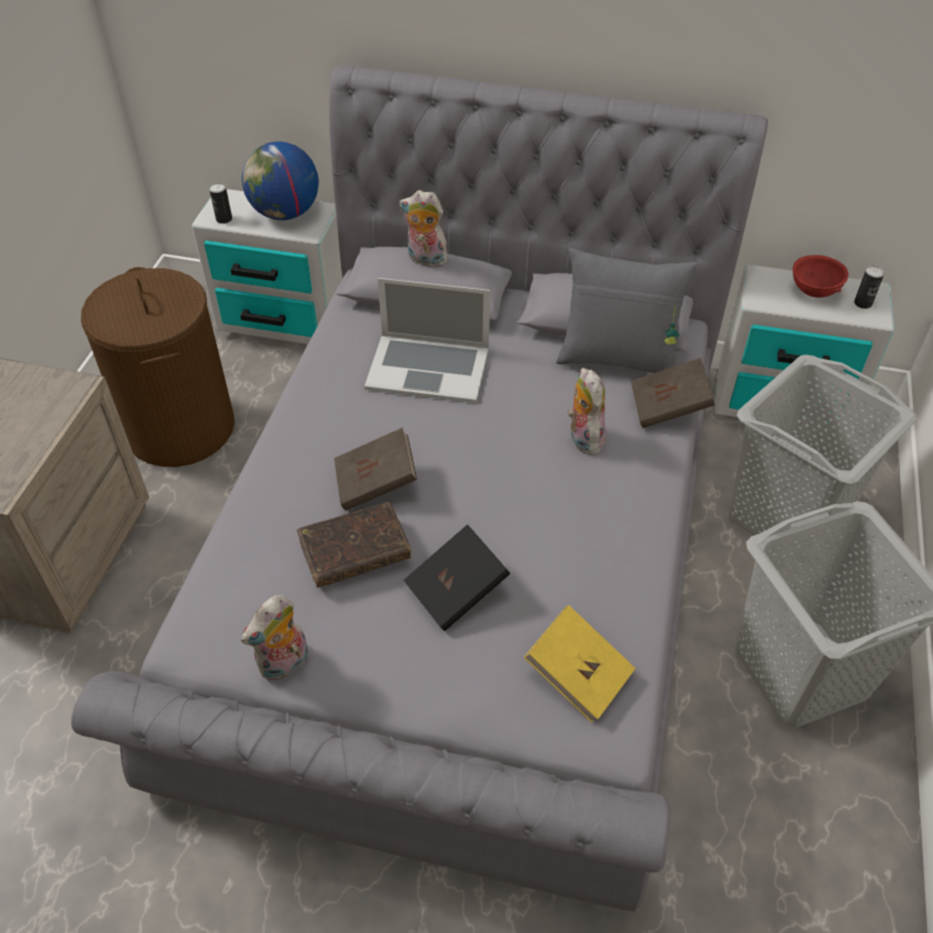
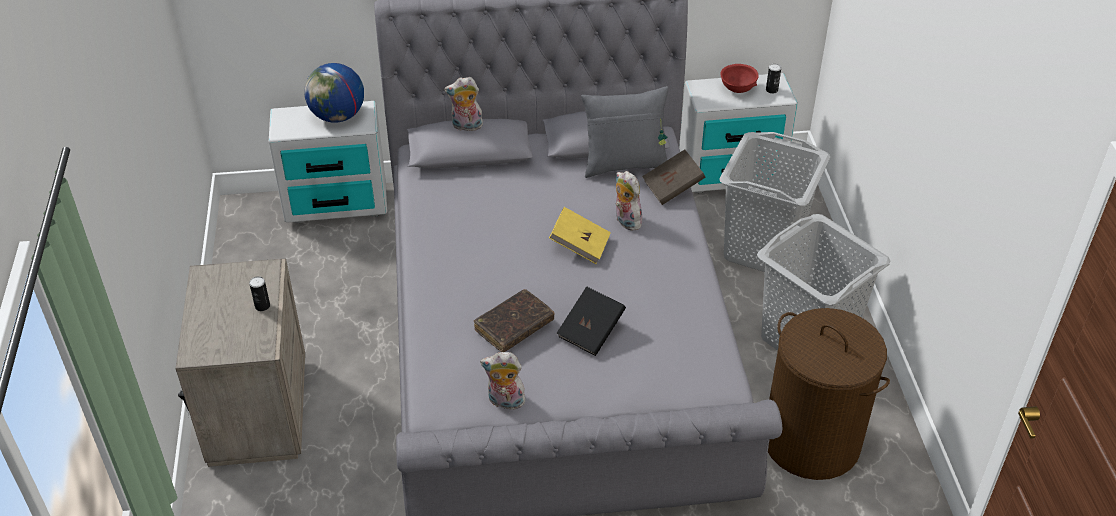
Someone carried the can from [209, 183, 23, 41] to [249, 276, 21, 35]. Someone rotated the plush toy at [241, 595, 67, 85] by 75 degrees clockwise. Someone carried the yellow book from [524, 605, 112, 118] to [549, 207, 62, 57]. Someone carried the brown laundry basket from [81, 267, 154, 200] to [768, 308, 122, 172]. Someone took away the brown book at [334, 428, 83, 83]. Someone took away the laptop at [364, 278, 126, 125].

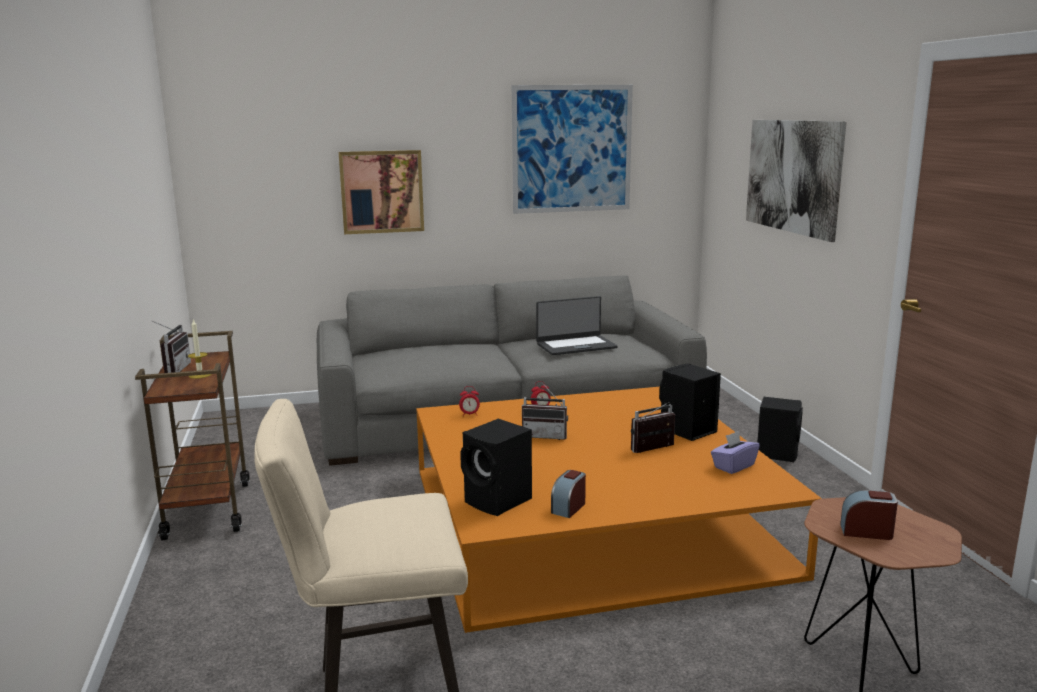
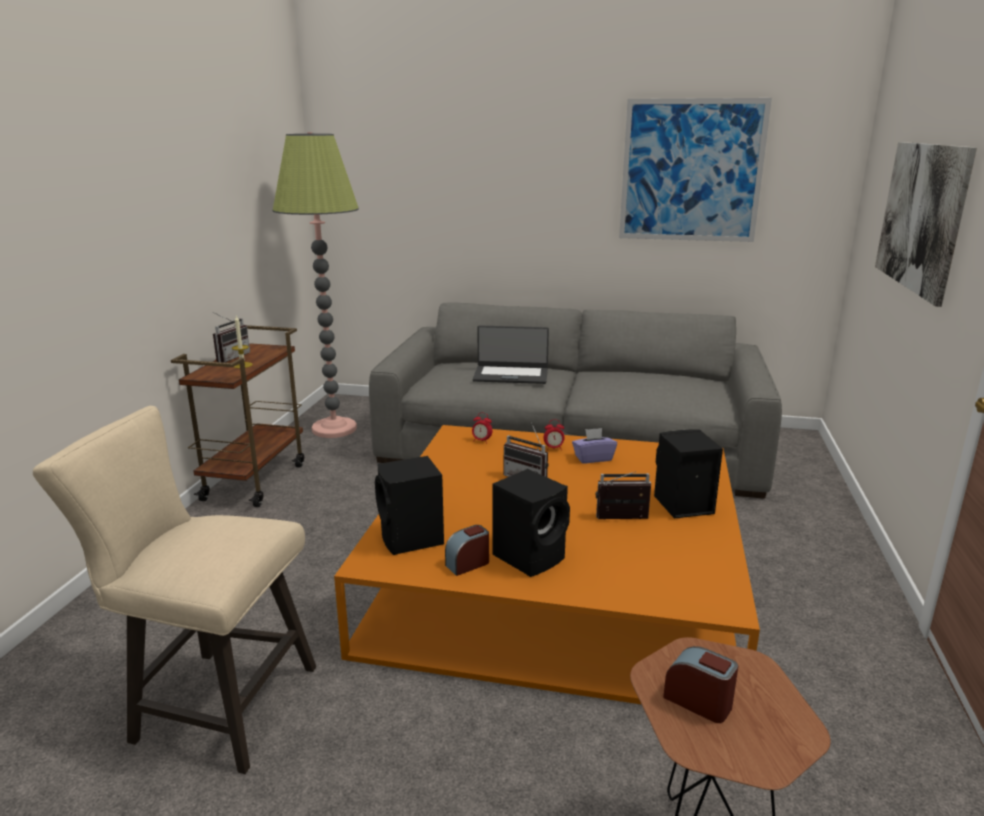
Someone put down the floor lamp at [273, 132, 86, 306]. Someone carried the laptop from [536, 296, 82, 59] to [473, 325, 76, 59]. Someone carried the black speaker from [757, 397, 46, 65] to [492, 469, 78, 108]. Someone carried the purple tissue box from [711, 431, 49, 43] to [572, 428, 45, 35]. Someone took away the picture at [339, 150, 85, 84].

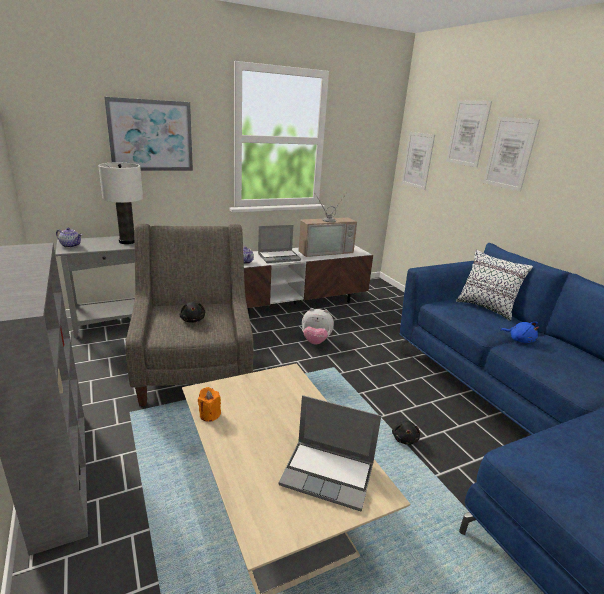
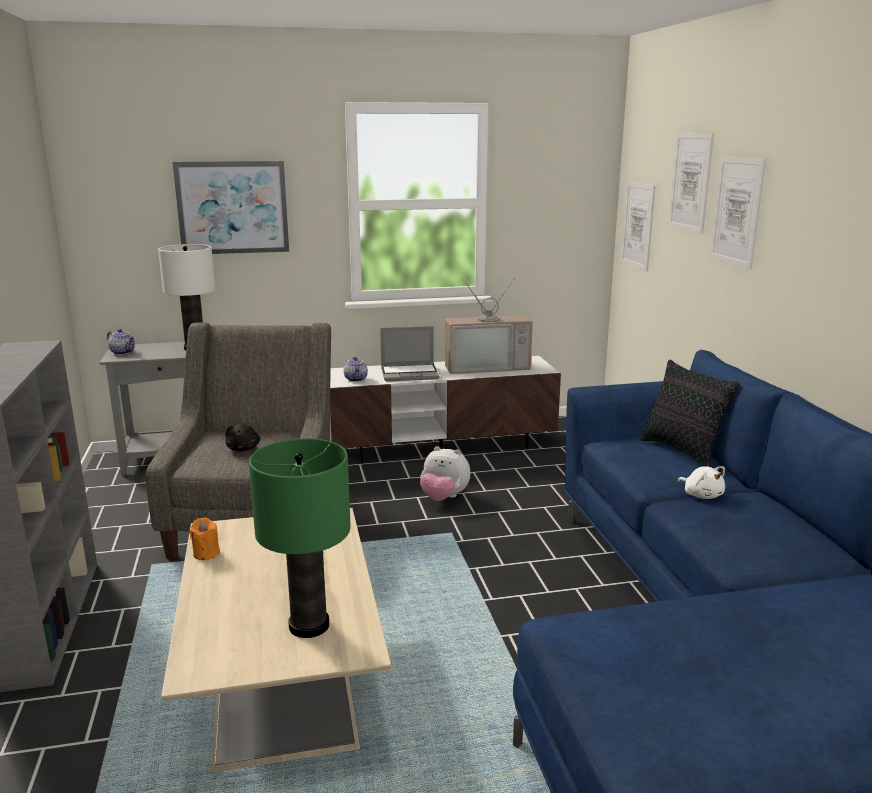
Someone swapped the laptop at [278, 395, 103, 116] for the green table lamp at [249, 438, 102, 200]. Someone repainted the white pillow at [456, 250, 77, 71], which became the black pillow at [640, 360, 100, 107]. Someone repainted the blue plush toy at [500, 322, 39, 21], which became the white plush toy at [678, 466, 47, 33]. Someone took away the black plush toy at [392, 420, 28, 25].

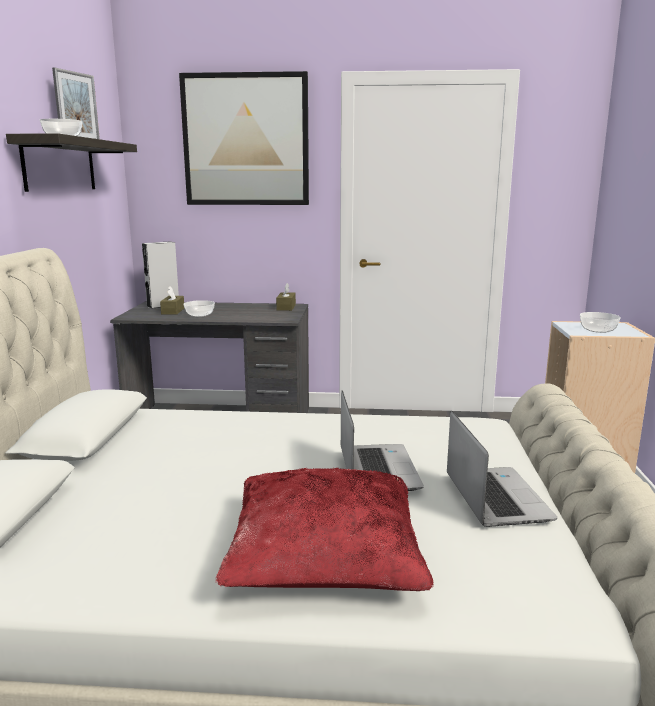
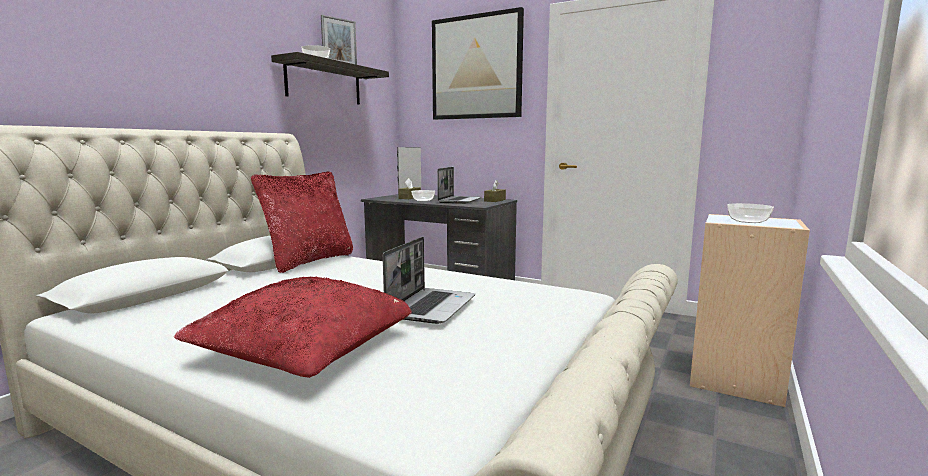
Someone put down the red pillow at [251, 172, 102, 101]. Someone carried the laptop from [447, 411, 110, 116] to [437, 167, 45, 37].

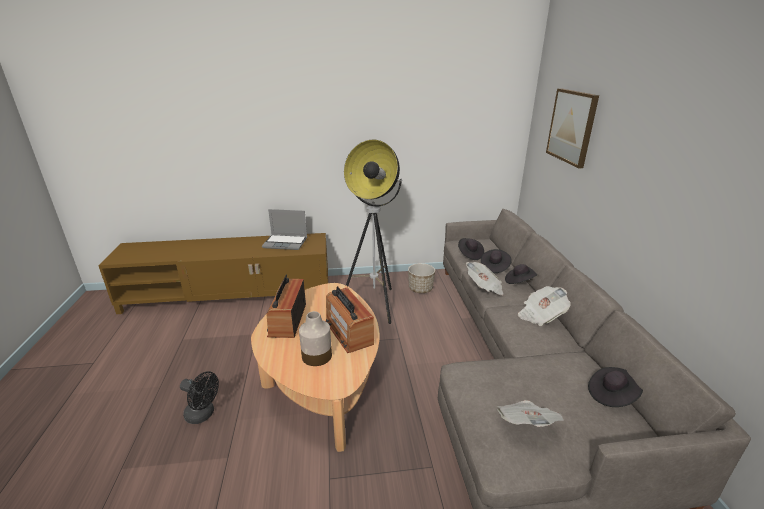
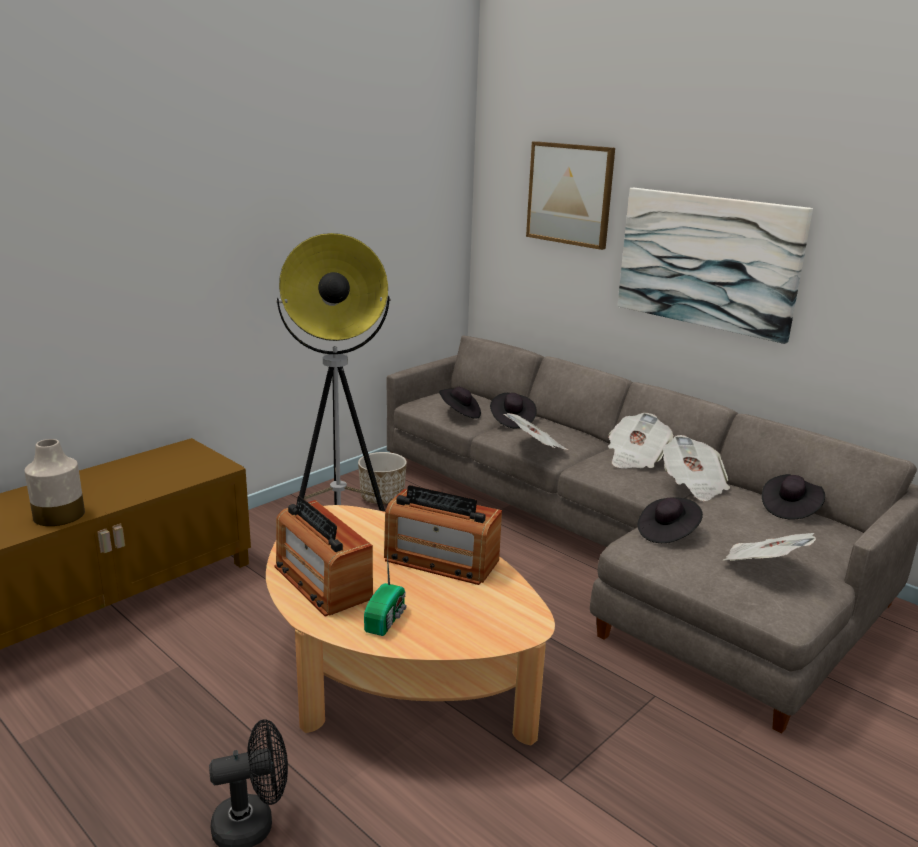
Someone carried the beige vase from [299, 311, 33, 55] to [24, 439, 61, 87]. Someone put down the radio at [364, 554, 42, 82]. Someone put up the picture at [617, 188, 196, 156]. Someone carried the black hat from [505, 264, 33, 20] to [638, 497, 65, 46]. Someone put down the newspaper at [663, 435, 67, 66]. Someone took away the laptop at [262, 209, 45, 41].

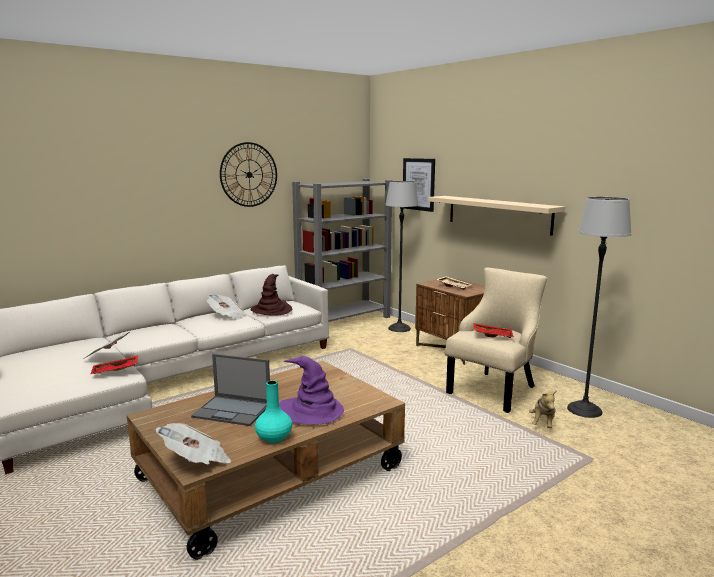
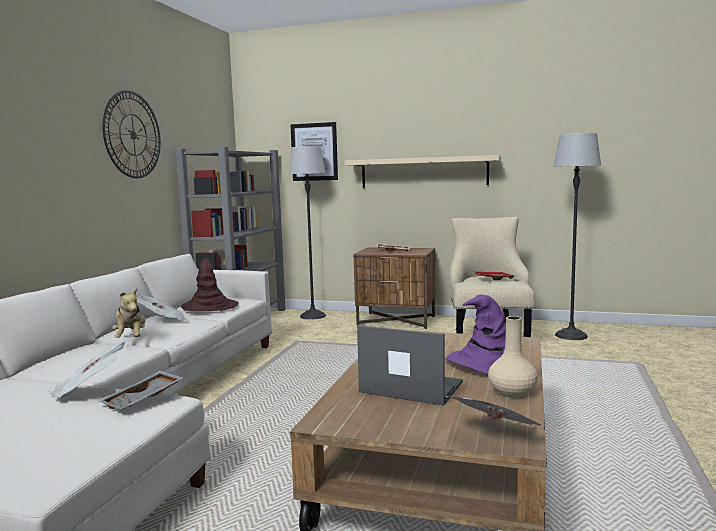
Someone repainted the red tray at [90, 356, 48, 18], which became the grey tray at [99, 371, 85, 38]. Someone carried the plush toy from [529, 391, 27, 37] to [112, 288, 34, 50]. Someone rotated the laptop at [191, 354, 79, 72] by 135 degrees counterclockwise. Someone repainted the turquoise vase at [255, 380, 37, 63], which became the beige vase at [488, 316, 50, 82].

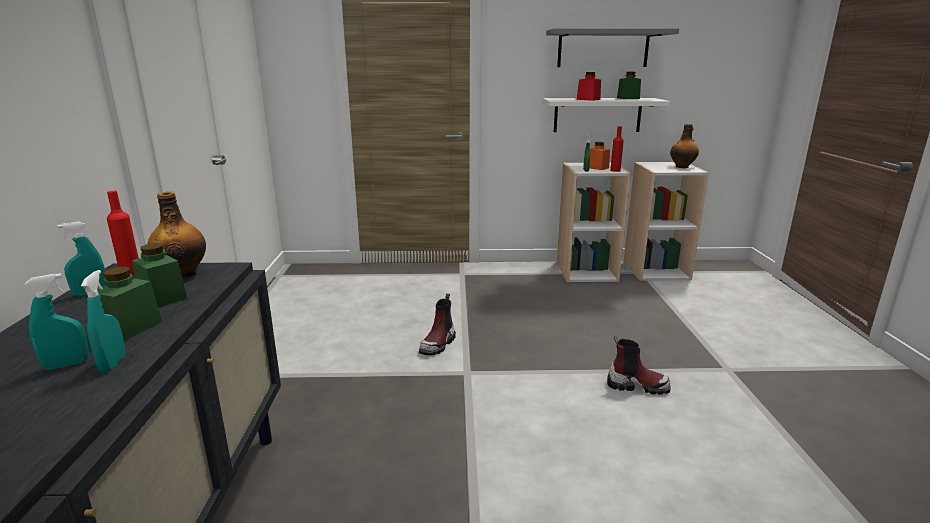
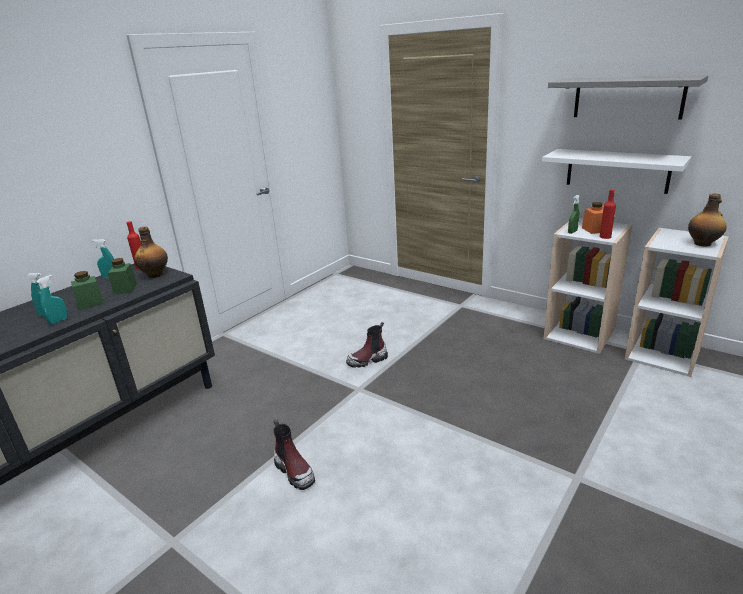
Someone carried the boot from [607, 336, 64, 59] to [273, 419, 42, 71]. Someone took away the red jar at [577, 72, 24, 29]. Someone took away the green jar at [617, 72, 24, 27].

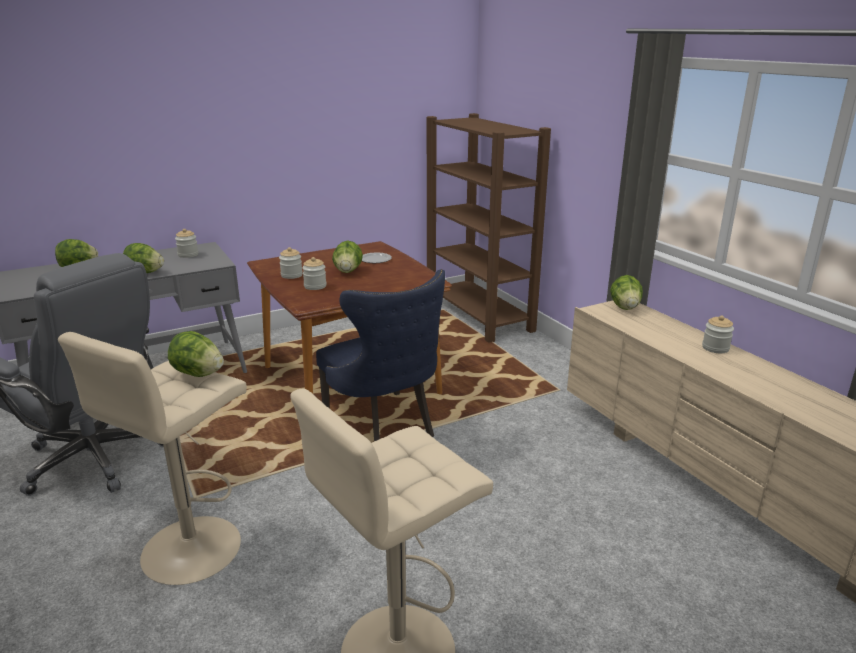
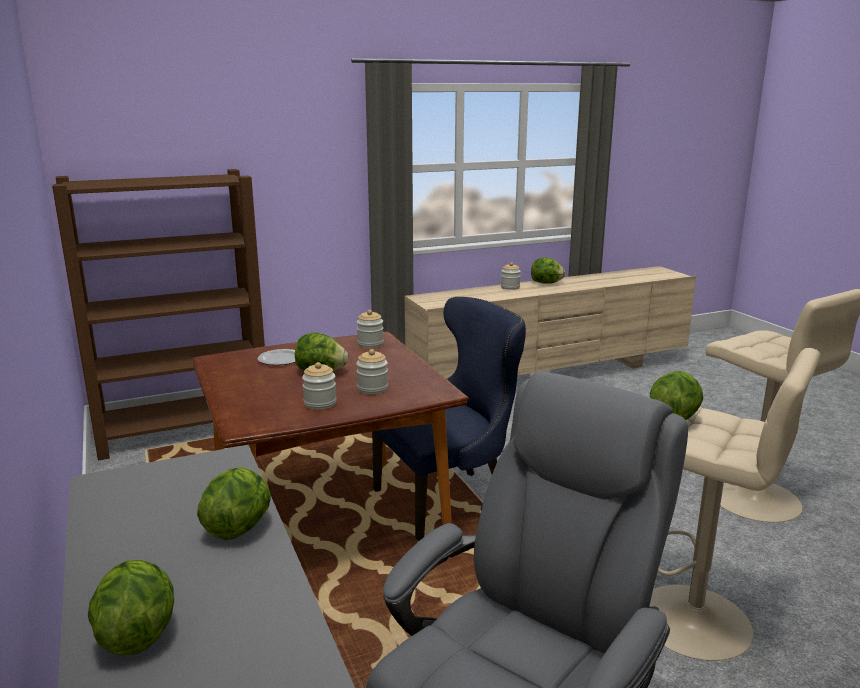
Someone carried the jar from [175, 229, 23, 29] to [357, 310, 27, 38]. Someone carried the lettuce from [610, 275, 33, 35] to [531, 257, 34, 27].

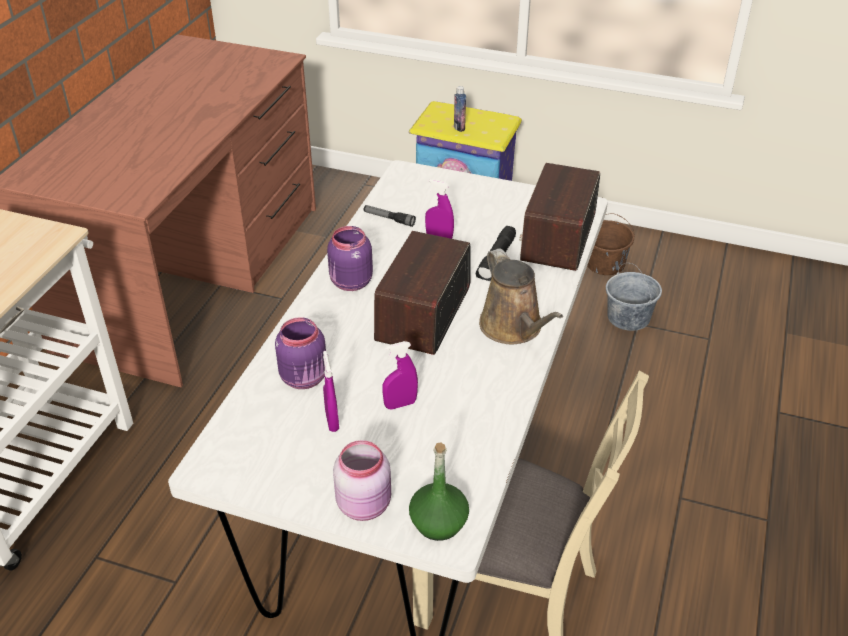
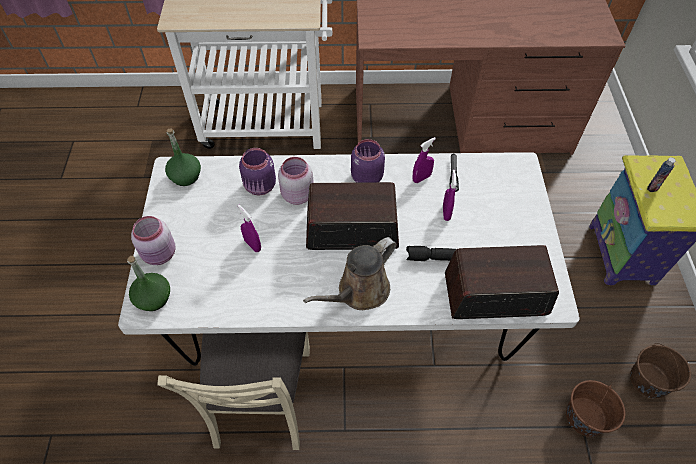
Someone put down the green bottle at [165, 129, 36, 57]. Someone put down the pink jar at [278, 157, 36, 48]. Someone carried the purple spray bottle from [323, 351, 16, 81] to [412, 137, 24, 46]. Someone repainted the grey bucket at [606, 263, 56, 68], which became the brown bucket at [566, 380, 59, 57].

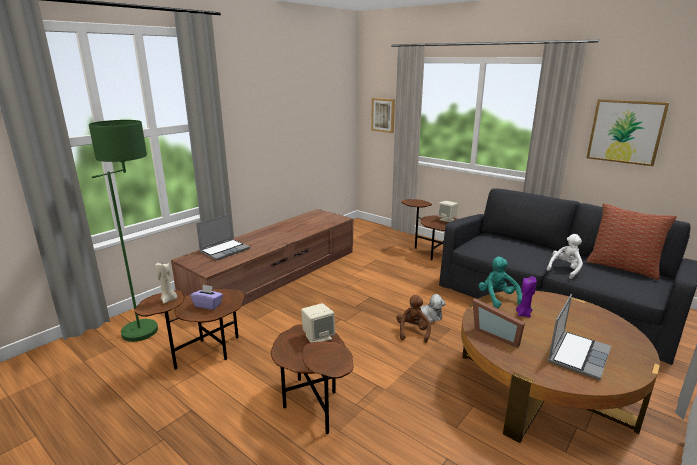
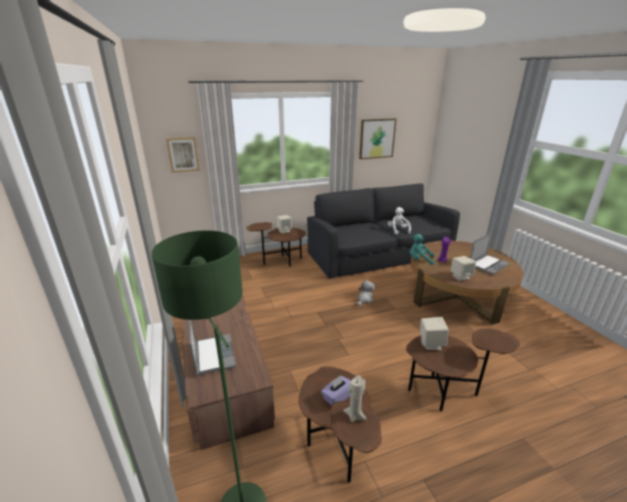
Someone swapped the picture frame at [473, 298, 52, 50] for the beige speaker at [451, 256, 25, 25]. Someone rotated the laptop at [548, 294, 63, 86] by 75 degrees clockwise. Someone took away the brown plush toy at [396, 295, 35, 48]. Someone took away the pillow at [586, 203, 91, 77].

